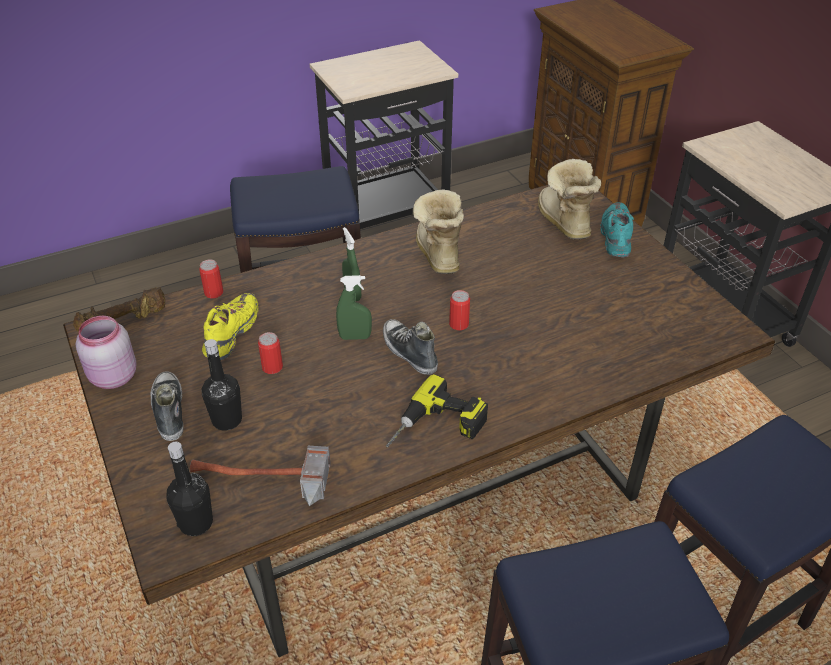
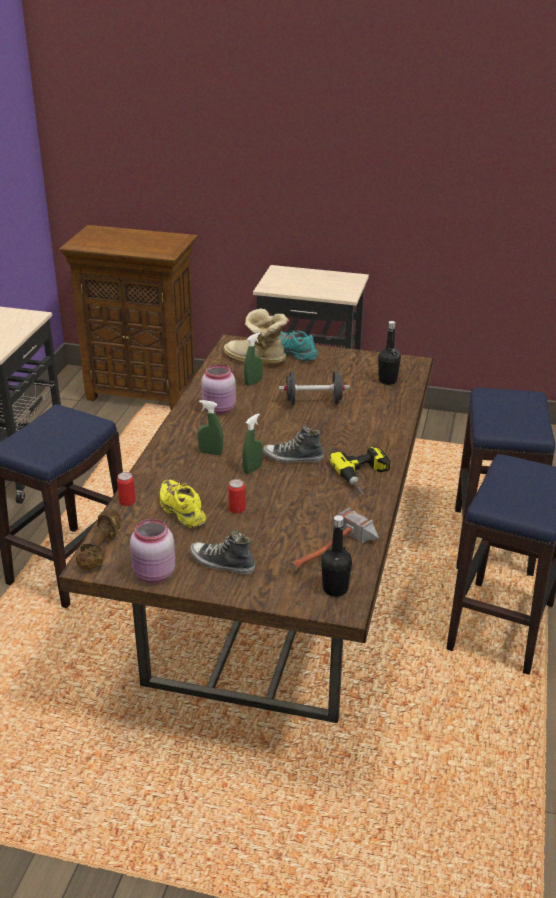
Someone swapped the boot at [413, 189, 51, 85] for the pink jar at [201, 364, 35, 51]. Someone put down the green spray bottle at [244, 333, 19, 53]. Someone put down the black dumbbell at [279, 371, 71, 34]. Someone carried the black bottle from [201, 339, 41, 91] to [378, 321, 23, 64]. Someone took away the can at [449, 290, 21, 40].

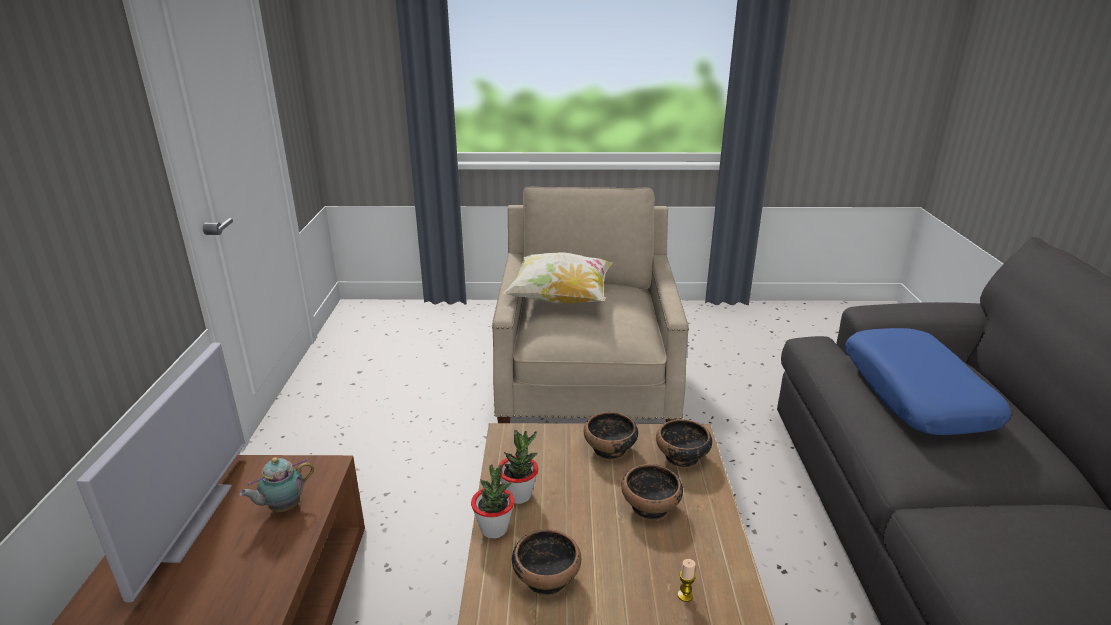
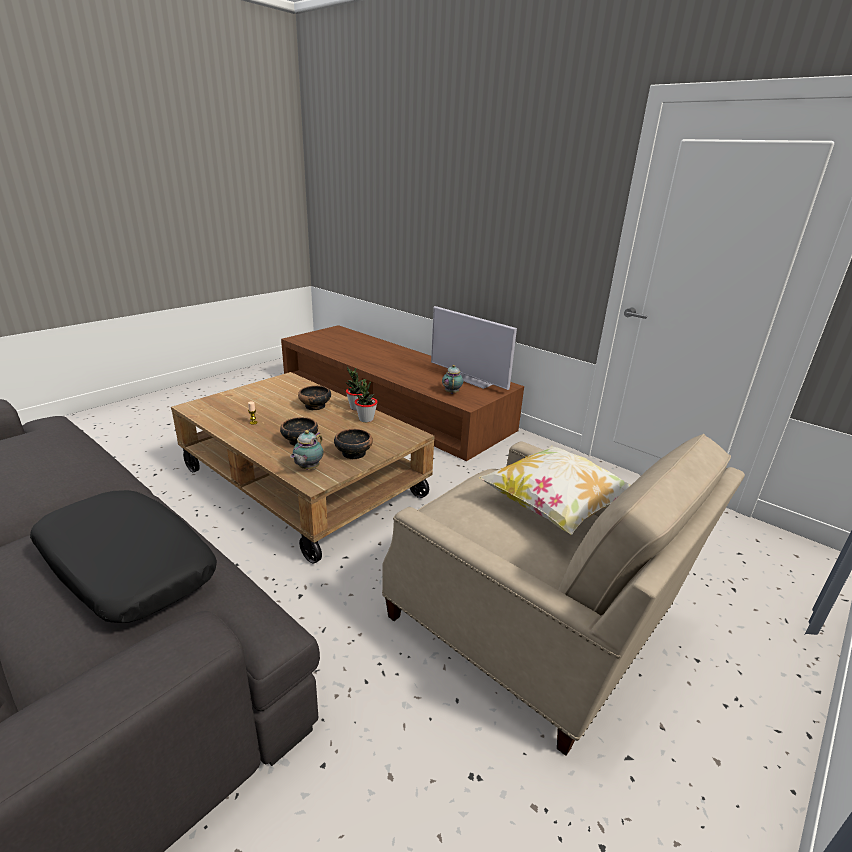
Someone repainted the blue pillow at [845, 328, 166, 107], which became the black pillow at [30, 490, 187, 133]. Someone swapped the bowl at [656, 419, 56, 48] for the teapot at [290, 430, 33, 40].

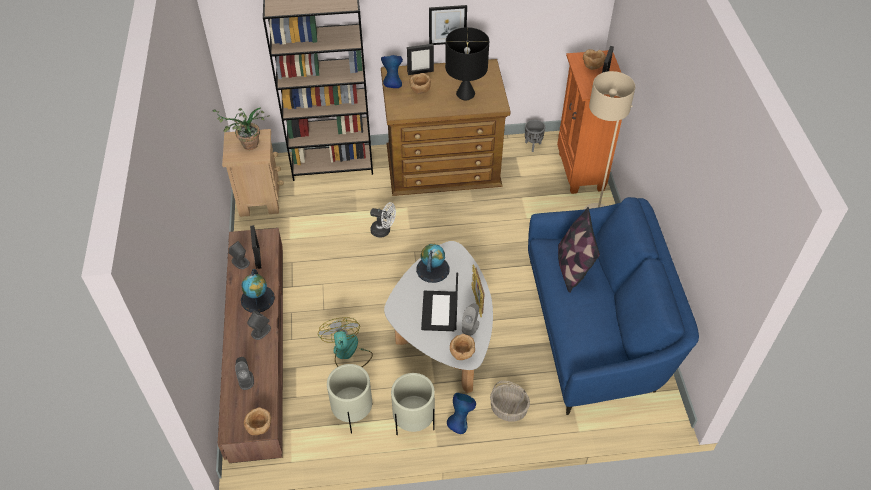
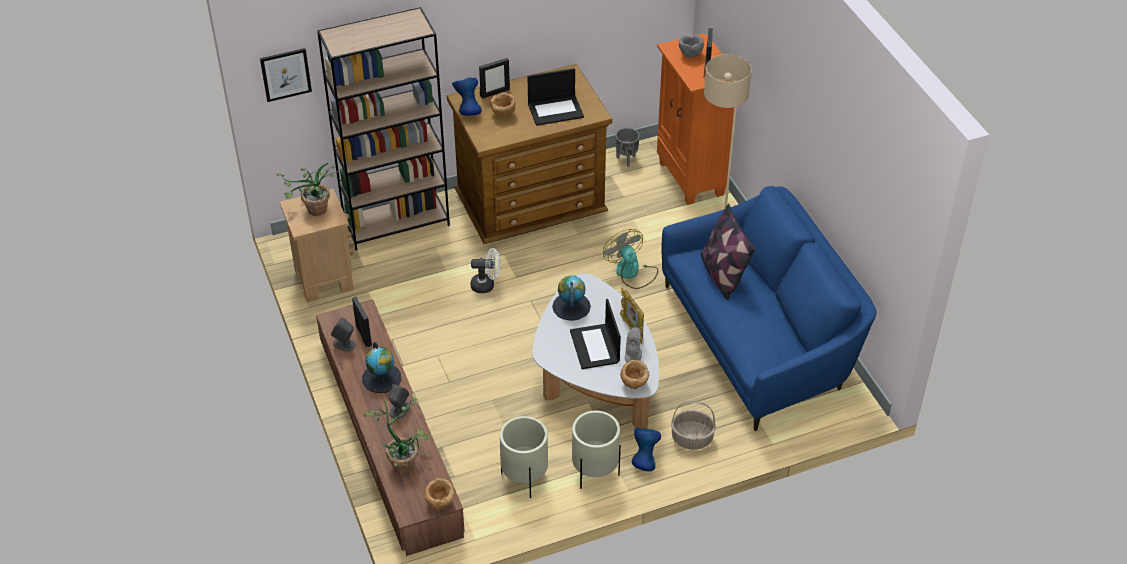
Someone carried the picture from [429, 5, 38, 40] to [260, 48, 52, 54]. Someone swapped the grey speaker at [235, 357, 19, 33] for the potted plant at [364, 398, 67, 76]. Someone swapped the black table lamp at [445, 27, 44, 74] for the laptop at [527, 68, 57, 58]. Someone carried the fan from [318, 317, 55, 50] to [603, 229, 55, 60]. Someone repainted the brown bowl at [583, 49, 23, 21], which became the grey bowl at [679, 34, 25, 24].

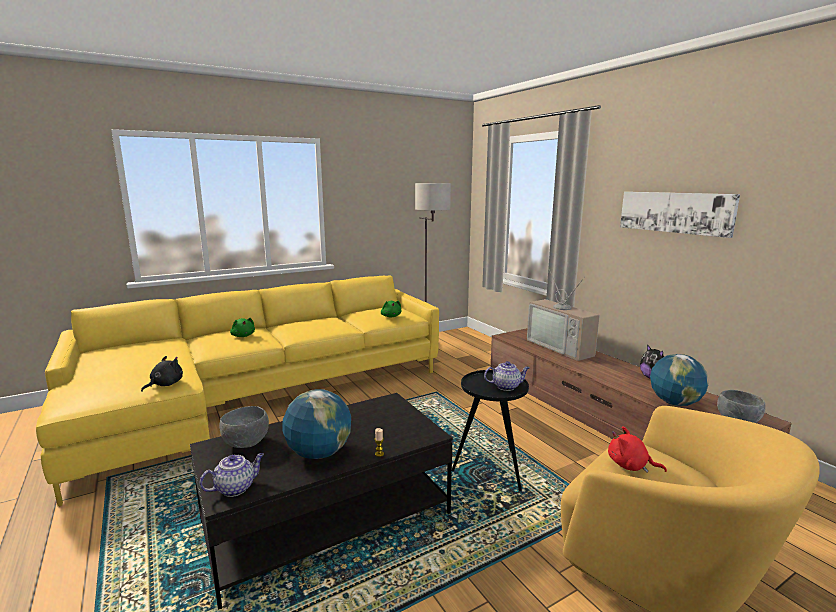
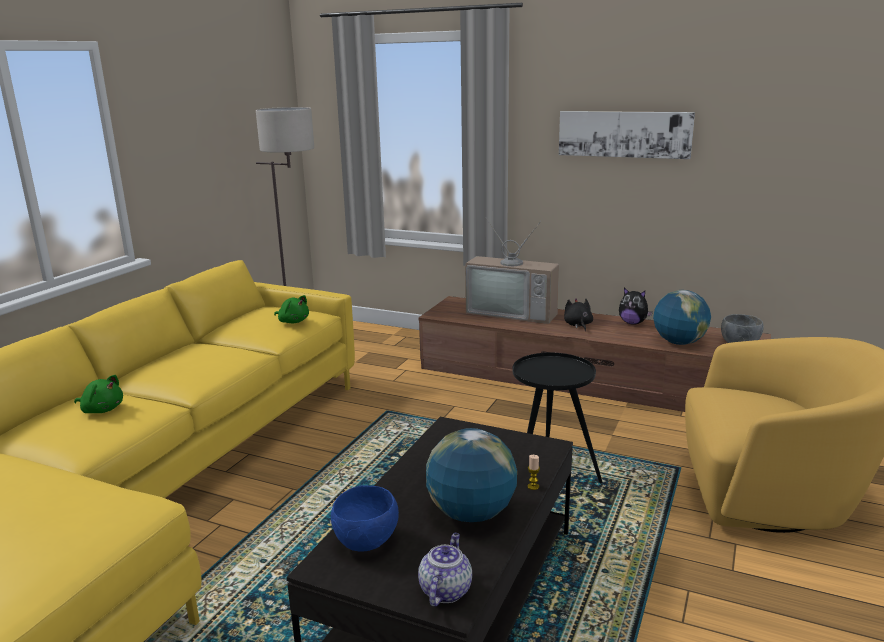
Someone repainted the grey bowl at [219, 406, 50, 42], which became the blue bowl at [331, 486, 68, 66]. Someone carried the black plush toy from [141, 356, 42, 36] to [564, 299, 29, 32]. Someone took away the teapot at [484, 361, 46, 30]. Someone took away the red plush toy at [608, 426, 59, 47].

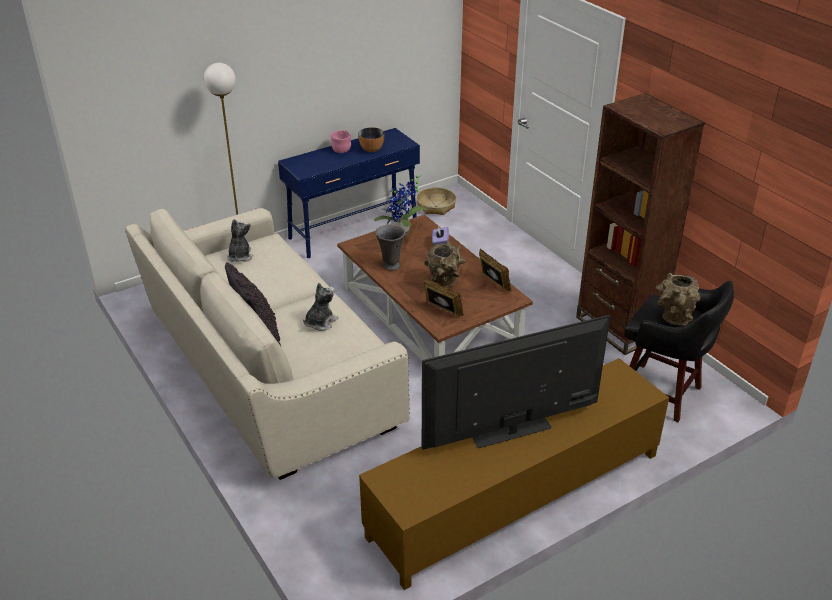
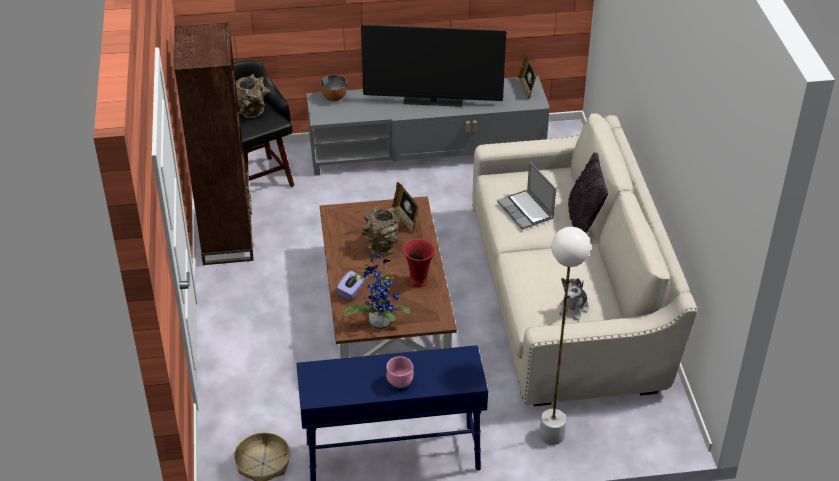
Someone repainted the brown tv stand at [359, 358, 310, 232], which became the grey tv stand at [307, 76, 243, 100]. Someone carried the bowl from [358, 127, 26, 25] to [320, 75, 27, 26]. Someone repainted the grey vase at [375, 224, 30, 47], which became the red vase at [403, 239, 32, 48]. Someone swapped the plush toy at [303, 283, 35, 48] for the laptop at [497, 161, 59, 68]. Someone carried the picture frame from [479, 248, 32, 44] to [518, 55, 19, 45].

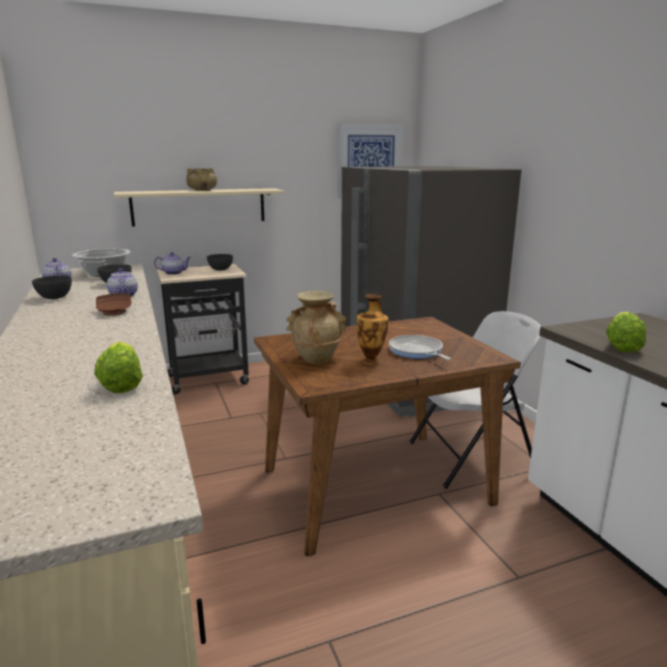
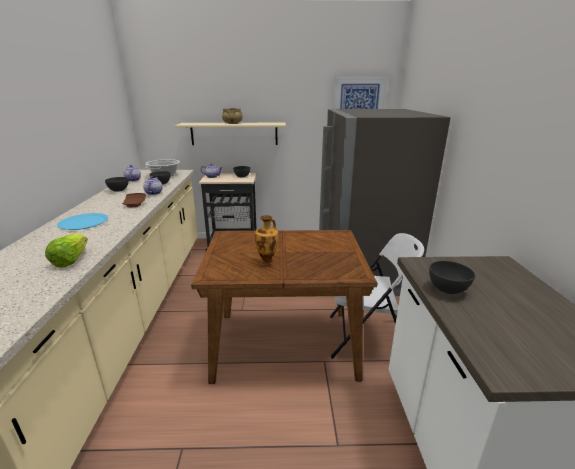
Someone put down the blue plate at [57, 213, 51, 17]. Someone swapped the lettuce at [606, 312, 41, 40] for the grey bowl at [429, 261, 46, 33]. Someone took away the beige vase at [286, 290, 62, 74]. Someone took away the frying pan at [389, 335, 62, 25].

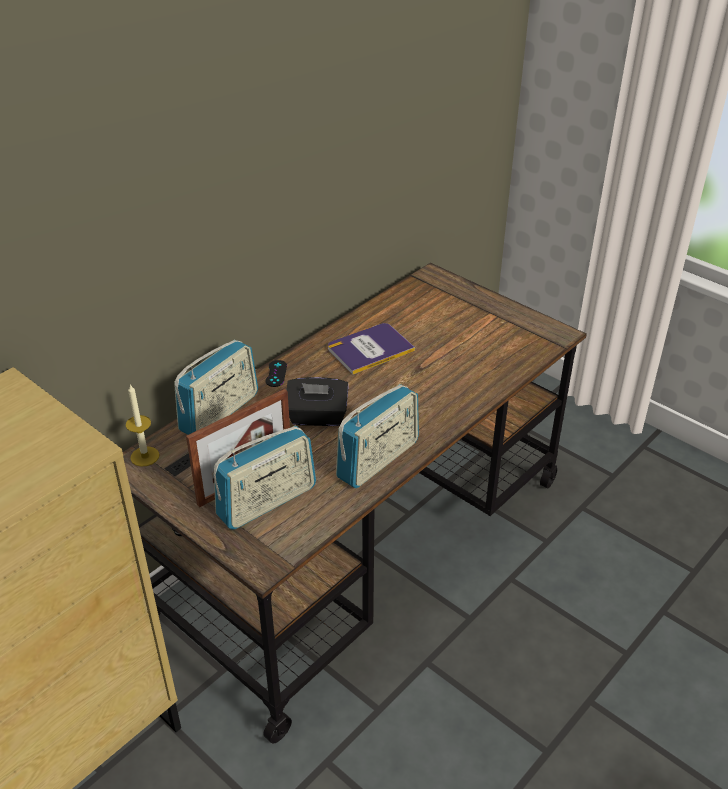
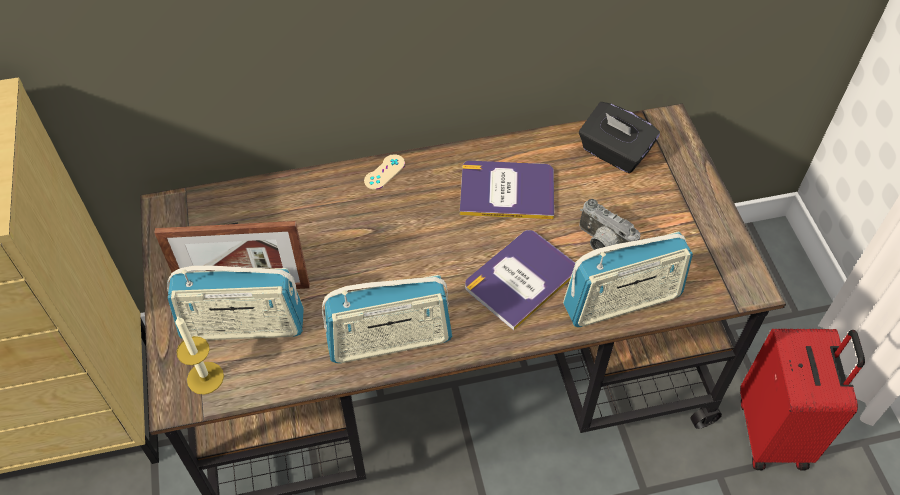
Someone carried the candle from [126, 384, 33, 83] to [176, 316, 48, 79]. Someone repainted the black game controller at [265, 360, 22, 27], which became the beige game controller at [364, 154, 41, 36]. Someone put down the book at [465, 230, 110, 100]. Someone carried the radio from [174, 340, 84, 95] to [563, 231, 130, 96]. Someone carried the black tissue box from [287, 377, 62, 49] to [579, 102, 81, 71]. Someone put down the photo camera at [579, 199, 61, 55]. Someone put down the red suitcase at [740, 329, 125, 142].

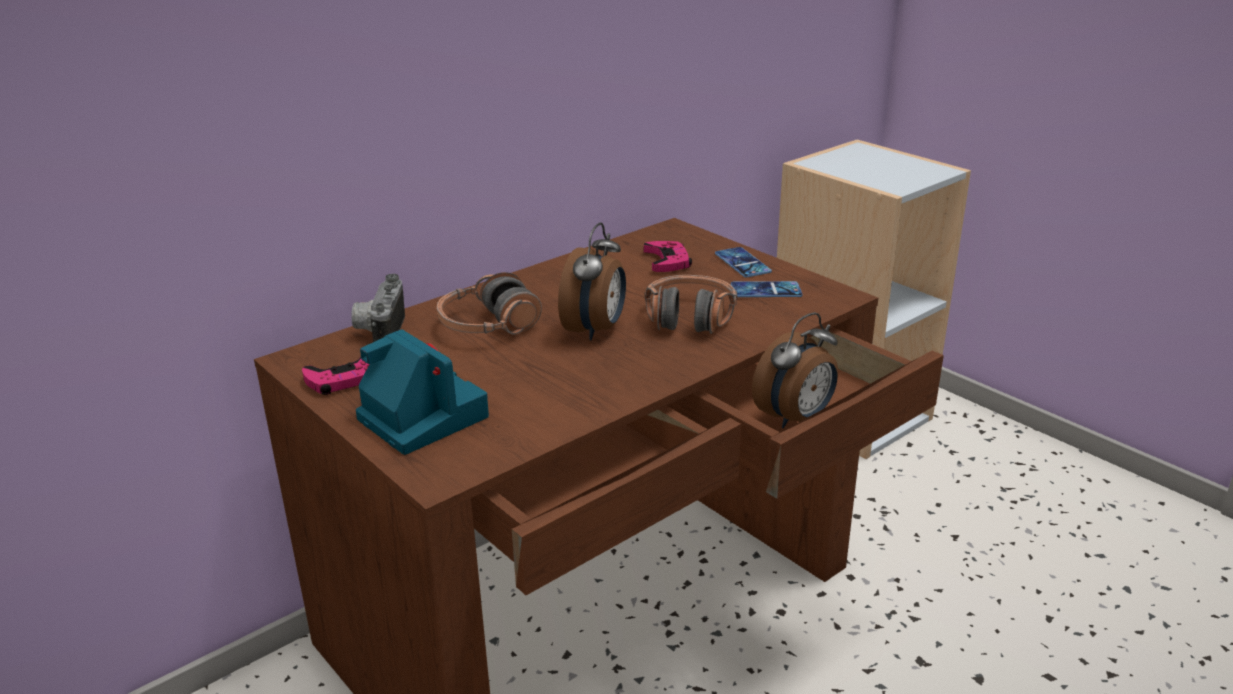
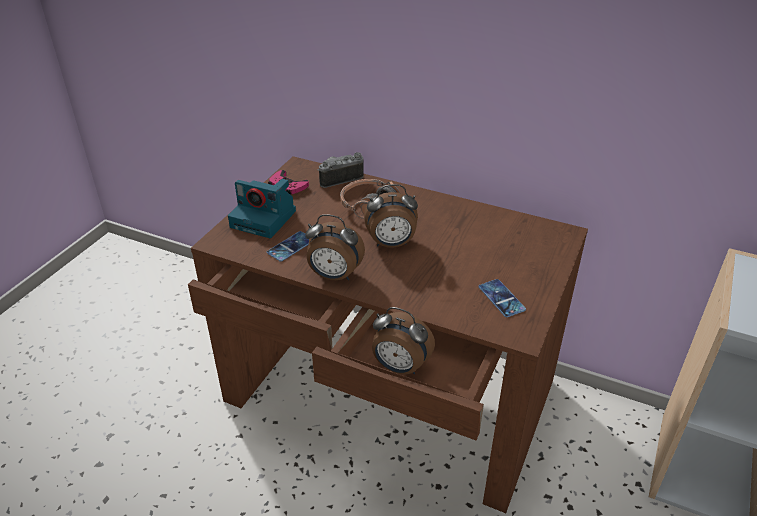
Someone rotated the photo camera at [356, 329, 133, 126] by 90 degrees clockwise. Someone carried the phone from [715, 247, 57, 30] to [267, 231, 42, 31]. Someone put down the alarm clock at [305, 214, 60, 66]. Someone took away the pink game controller at [644, 241, 48, 31]. Someone took away the headphones at [644, 275, 93, 59].

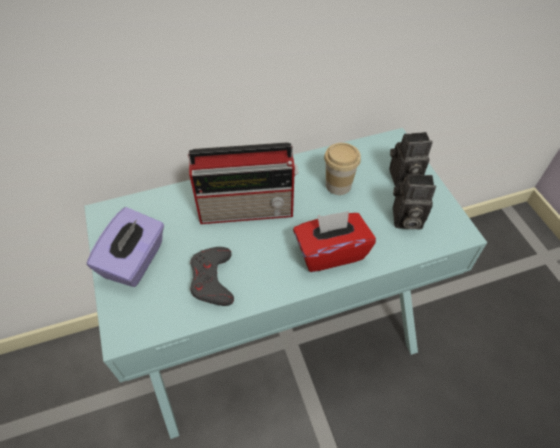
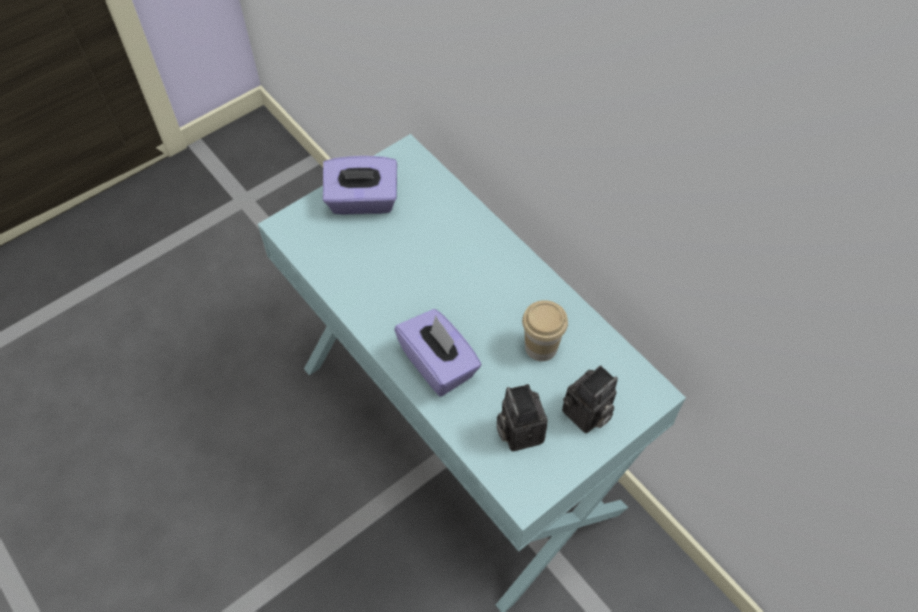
Someone repainted the red tissue box at [293, 211, 83, 61], which became the purple tissue box at [394, 309, 88, 87]. Someone rotated the photo camera at [389, 132, 44, 55] by 105 degrees counterclockwise. Someone took away the radio at [188, 142, 110, 82]. Someone took away the grey game controller at [190, 247, 44, 59].

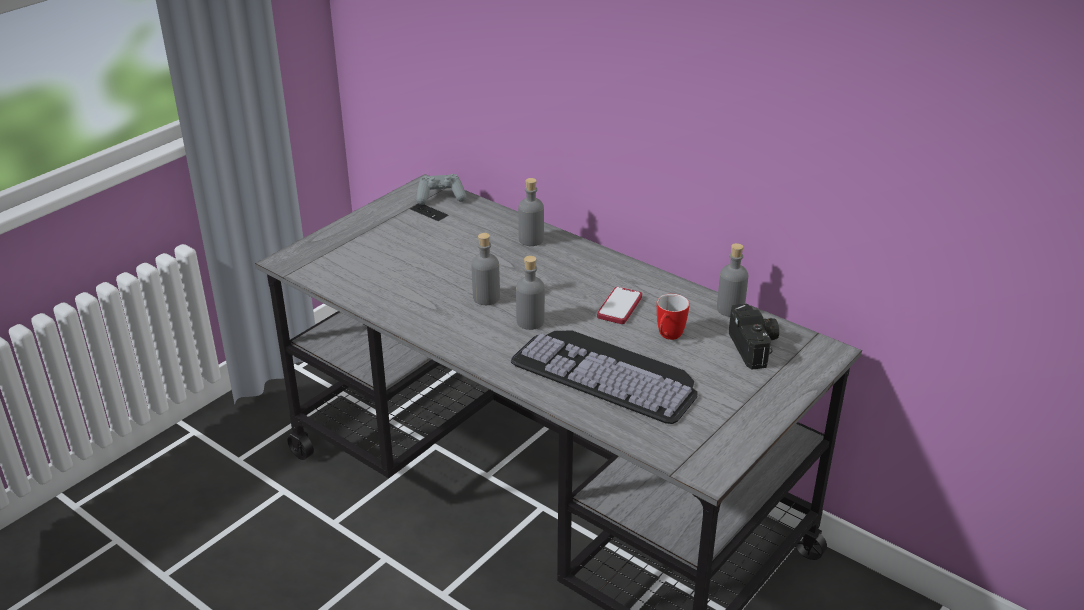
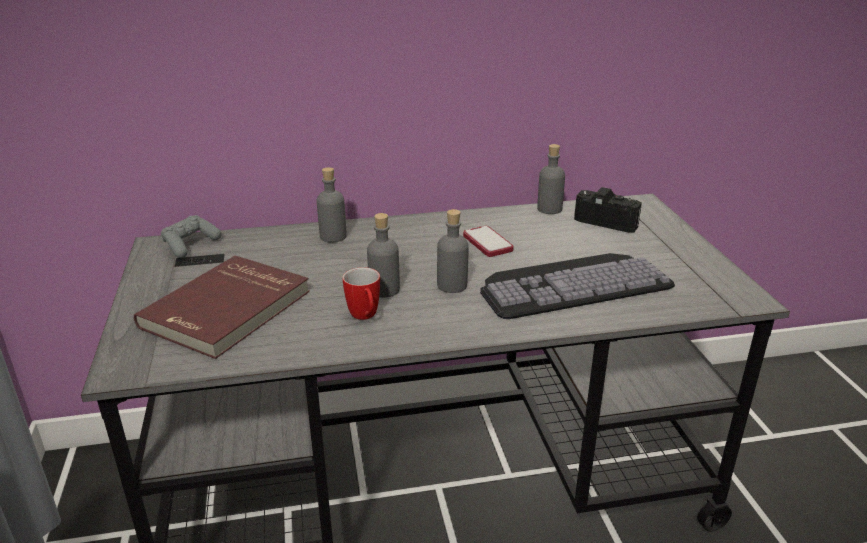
Someone put down the red book at [134, 255, 176, 104]. Someone carried the mug from [657, 294, 33, 46] to [342, 267, 38, 53].

